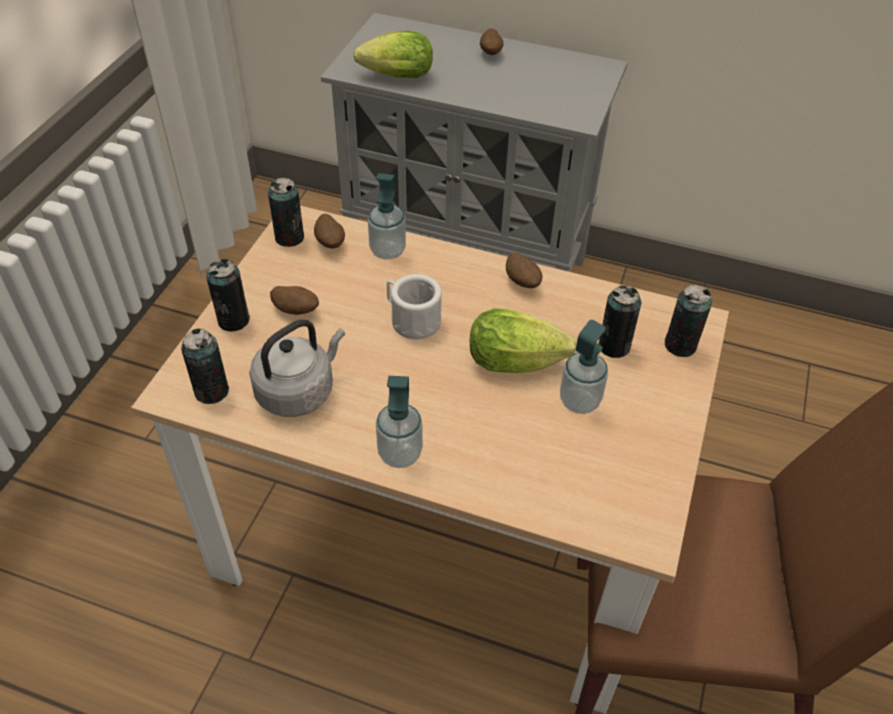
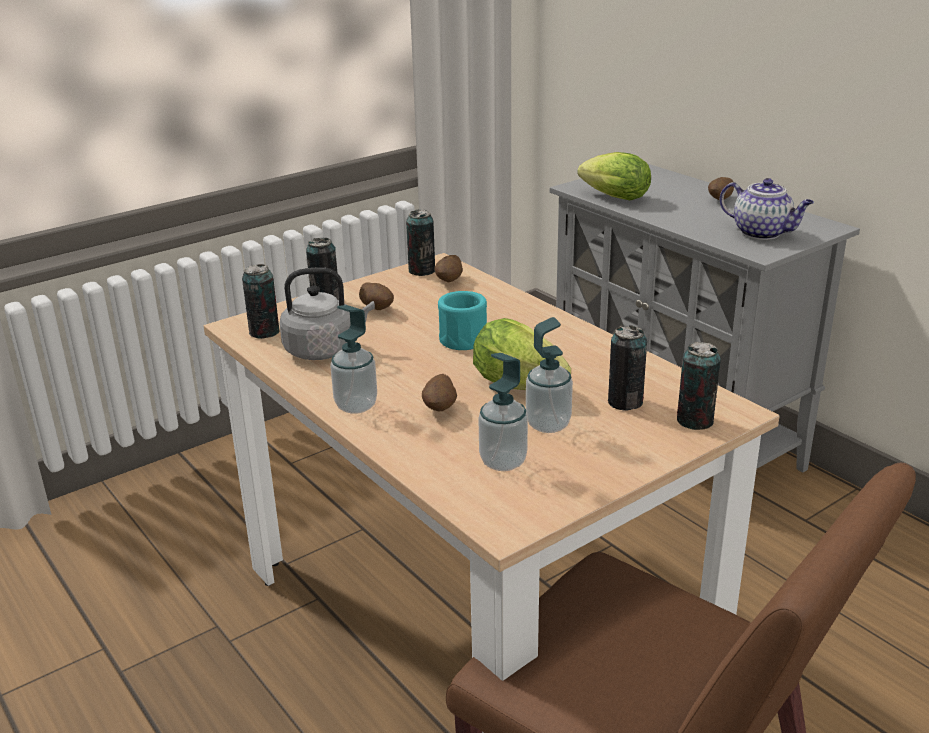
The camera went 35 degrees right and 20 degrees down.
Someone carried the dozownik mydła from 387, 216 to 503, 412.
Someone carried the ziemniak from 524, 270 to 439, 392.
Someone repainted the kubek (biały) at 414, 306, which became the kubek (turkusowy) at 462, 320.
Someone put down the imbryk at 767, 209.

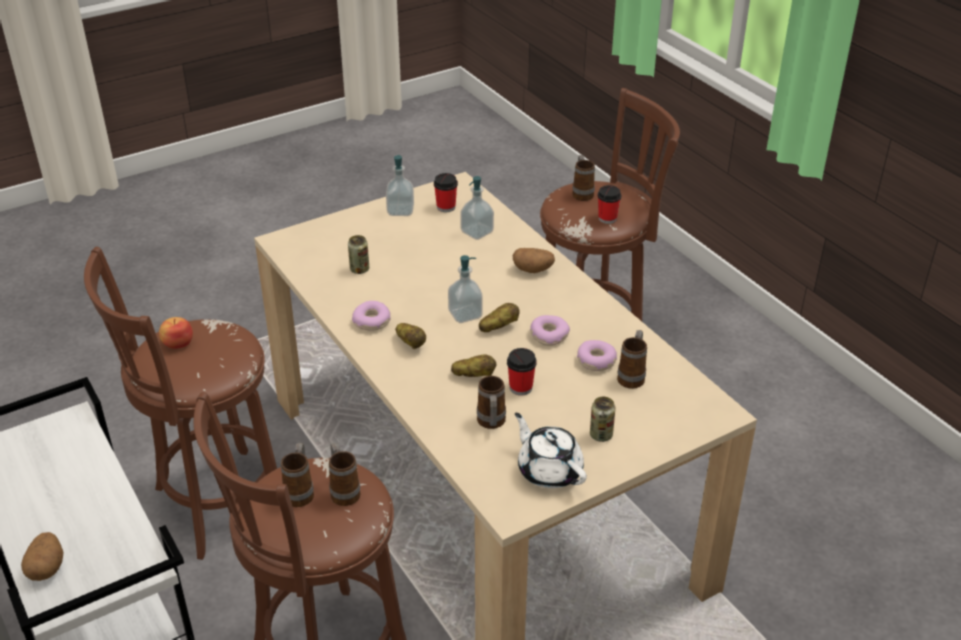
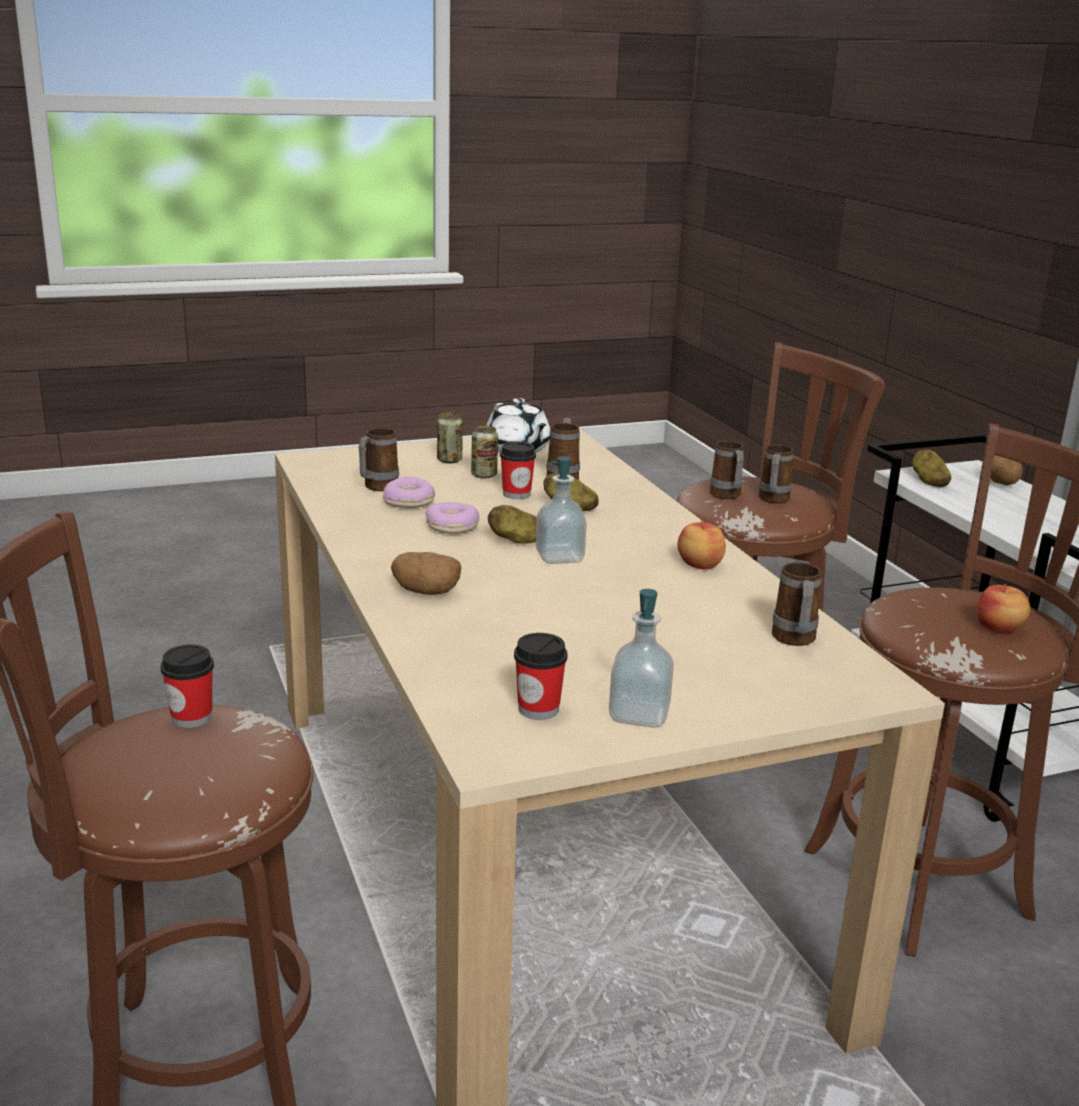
The camera went 170 degrees left and 15 degrees down.
Someone carried the kubek from 583, 178 to 797, 604.
Someone took away the dozownik mydła at 477, 208.
Someone carried the puszka from 358, 254 to 484, 452.
Someone swapped the donut at 371, 316 for the jabłko at 701, 545.
Someone carried the ziemniak from 410, 336 to 931, 468.

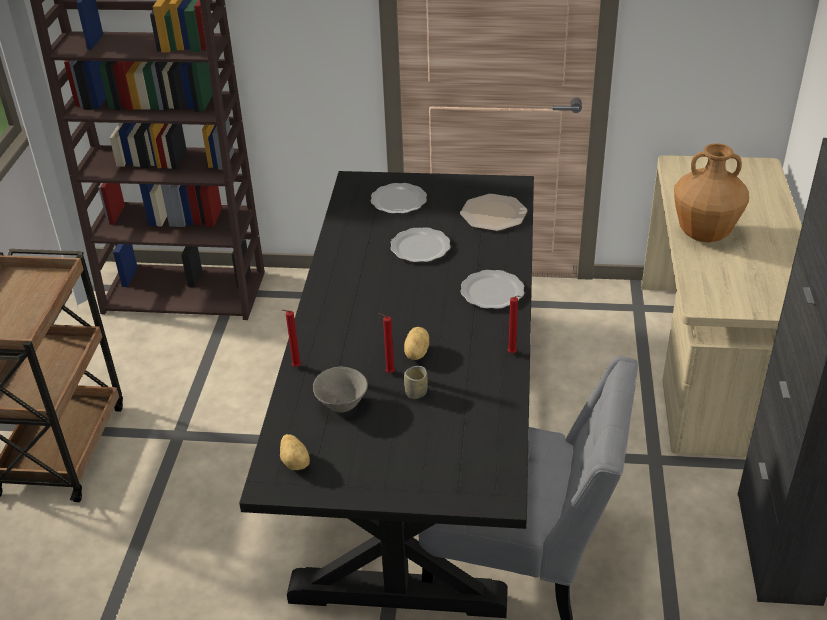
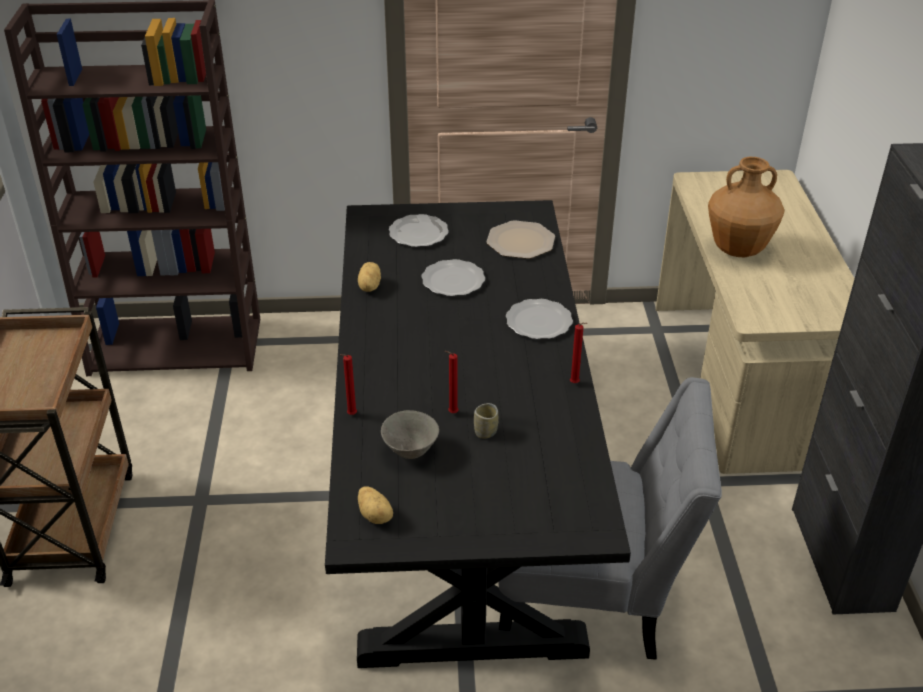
The camera went 10 degrees left and 0 degrees up.
Someone carried the ziemniak from 416, 343 to 369, 277.

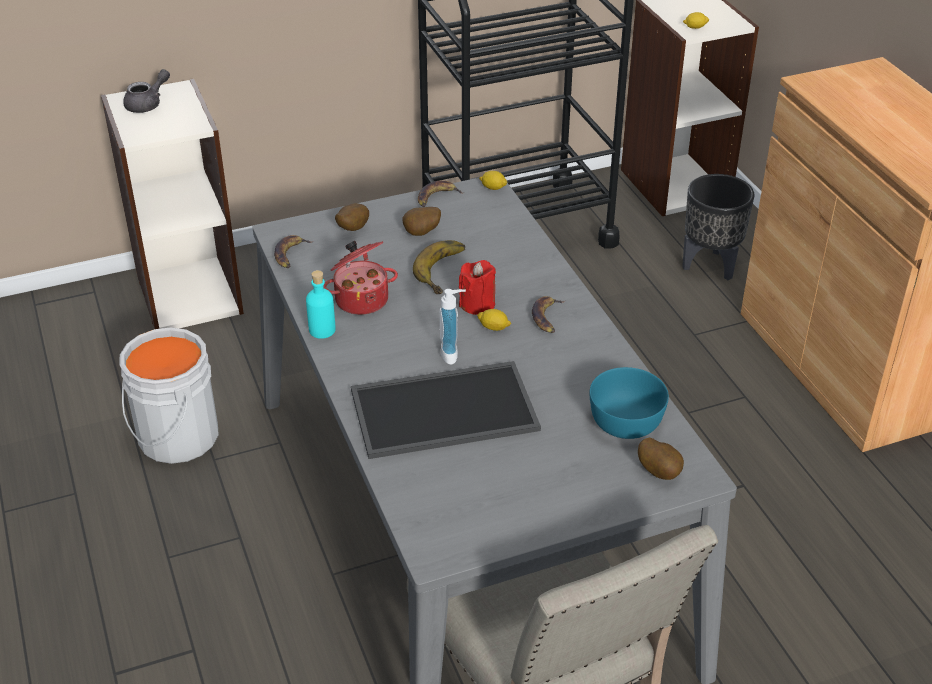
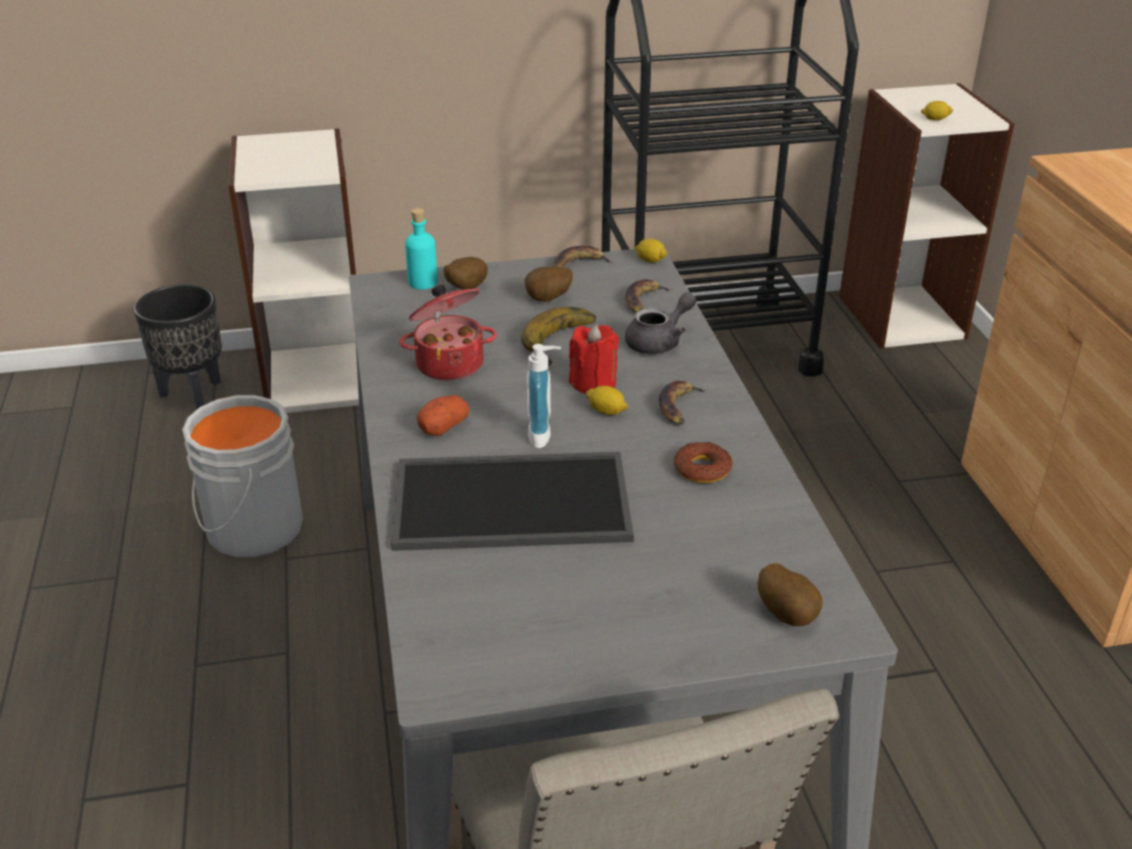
The camera went 10 degrees right and 5 degrees down.
Someone carried the imbryk (szary) from 146, 91 to 660, 323.
Someone carried the donica (czarny) from 718, 227 to 178, 347.
Someone carried the banan from 293, 251 to 648, 295.
Someone carried the butelka (turkusowy) from 321, 304 to 421, 249.
Someone took away the miska (turkusowy) at 629, 403.
Someone put down the ziemniak at 443, 415.
Someone put down the donut at 703, 462.

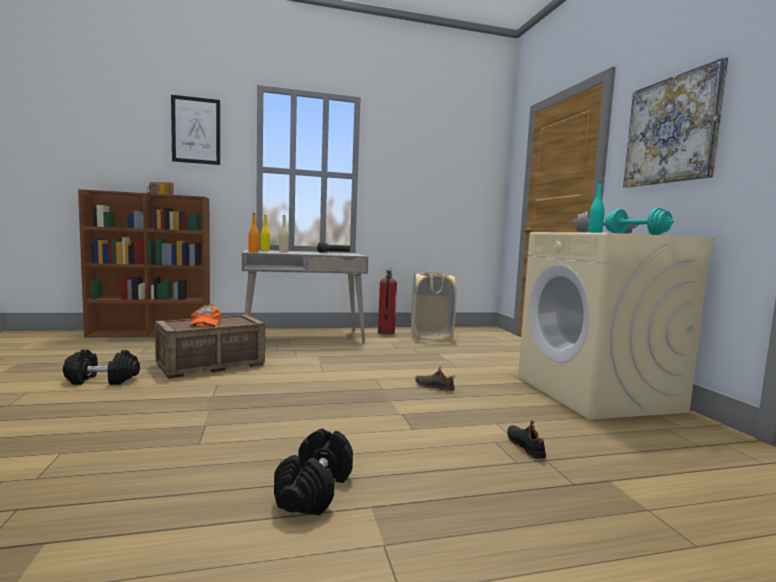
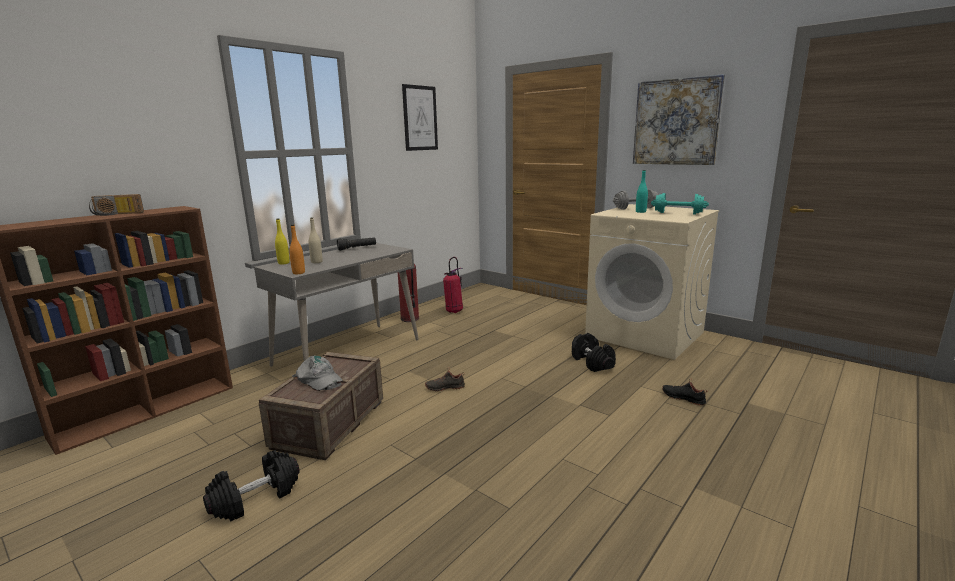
The camera went 35 degrees left and 10 degrees up.
Someone carried the obraz from 195, 130 to 420, 117.
Someone swapped the kosz na pranie (beżowy) at 434, 306 for the gaśnica at 453, 285.
Someone repainted the czapka z daszkiem (pomarańczowy) at 205, 315, which became the czapka z daszkiem (szary) at 317, 373.
Someone carried the but (czarny) from 435, 379 to 445, 380.
Someone carried the hantel (czarny) from 313, 472 to 594, 352.

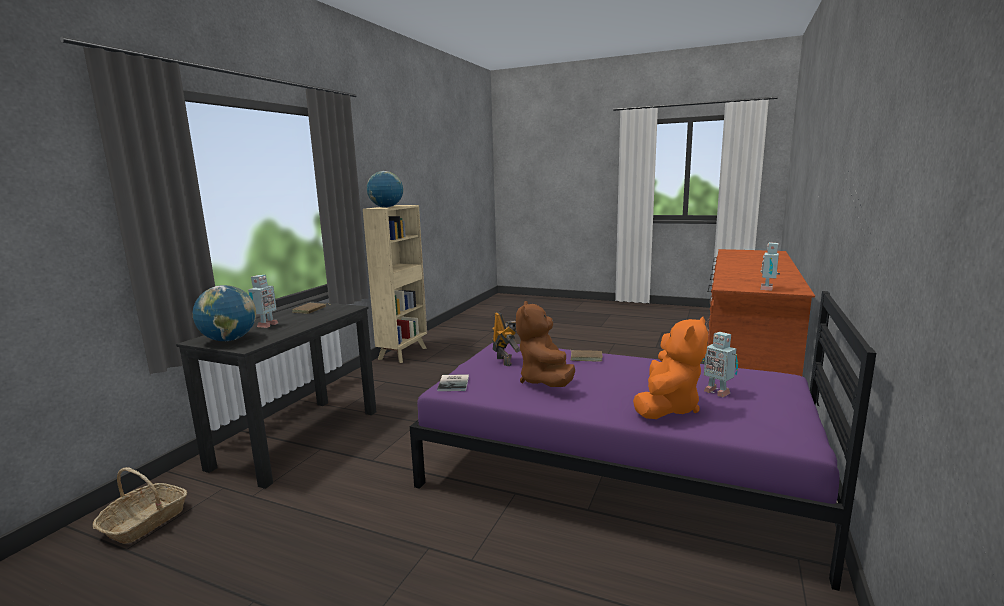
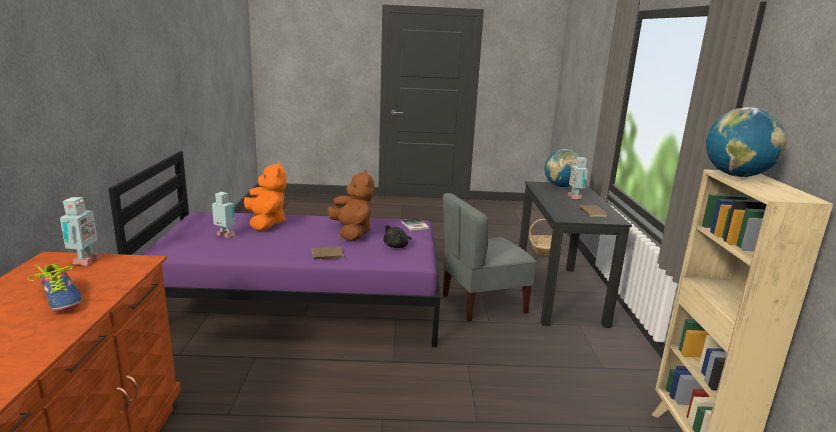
The camera went 155 degrees right and 5 degrees up.
Someone swapped the robot zabawkowy at 506, 339 for the pluszak (czarny) at 397, 236.
Someone rotated the pluszak (pomarańczowy) at 670, 368 by 150 degrees clockwise.
Someone put down the krzesło (szary) at 489, 257.
Someone put down the but at 55, 288.

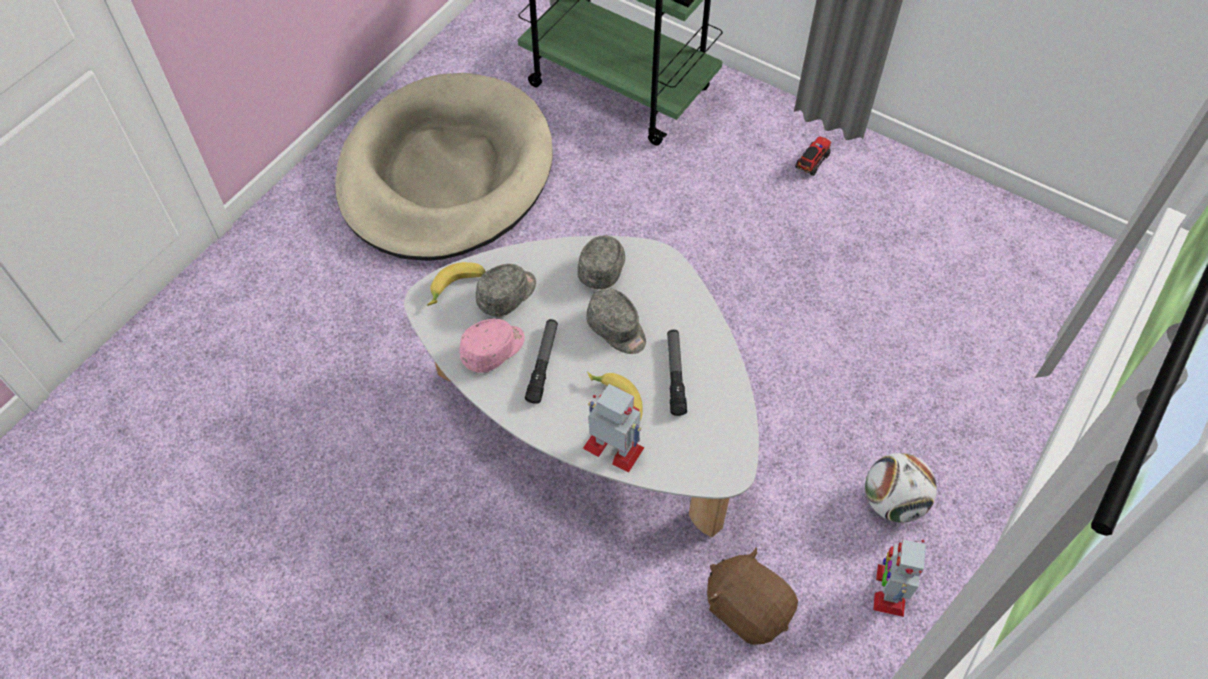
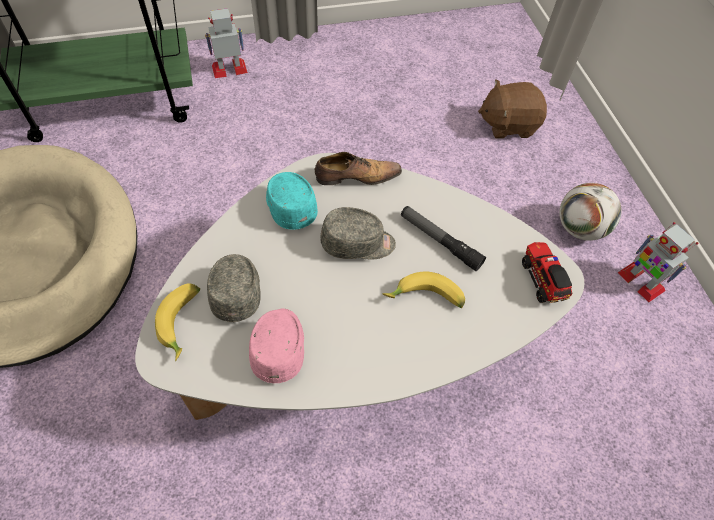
The camera went 50 degrees left and 0 degrees up.
Someone carried the ciężarówka zabawkowa from 813, 156 to 547, 272.
Someone repainted the czapka z daszkiem (szary) at 601, 262, which became the czapka z daszkiem (turkusowy) at 292, 201.
Someone took away the latarka at 541, 361.
Someone carried the robot zabawkowy from 613, 428 to 226, 43.
Someone carried the pluszak (brązowy) from 752, 596 to 512, 109.
Someone put down the but at 358, 168.

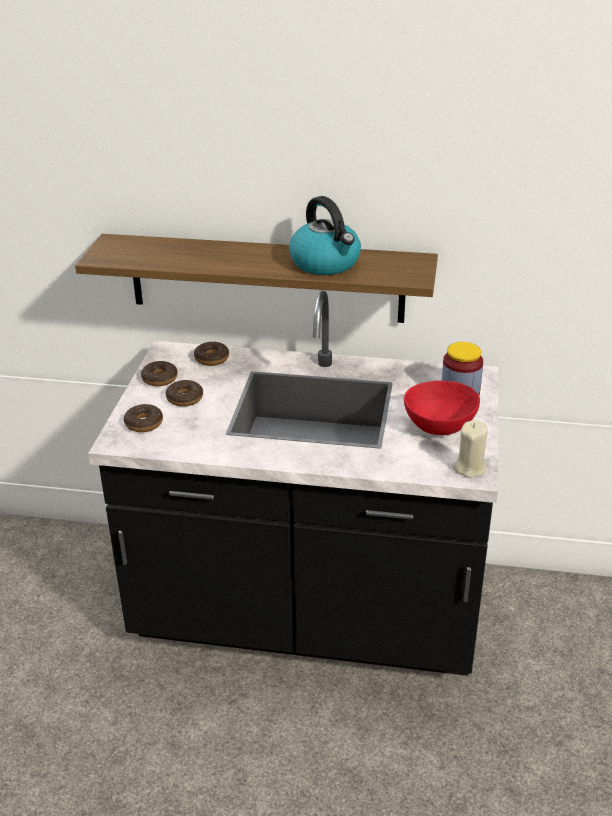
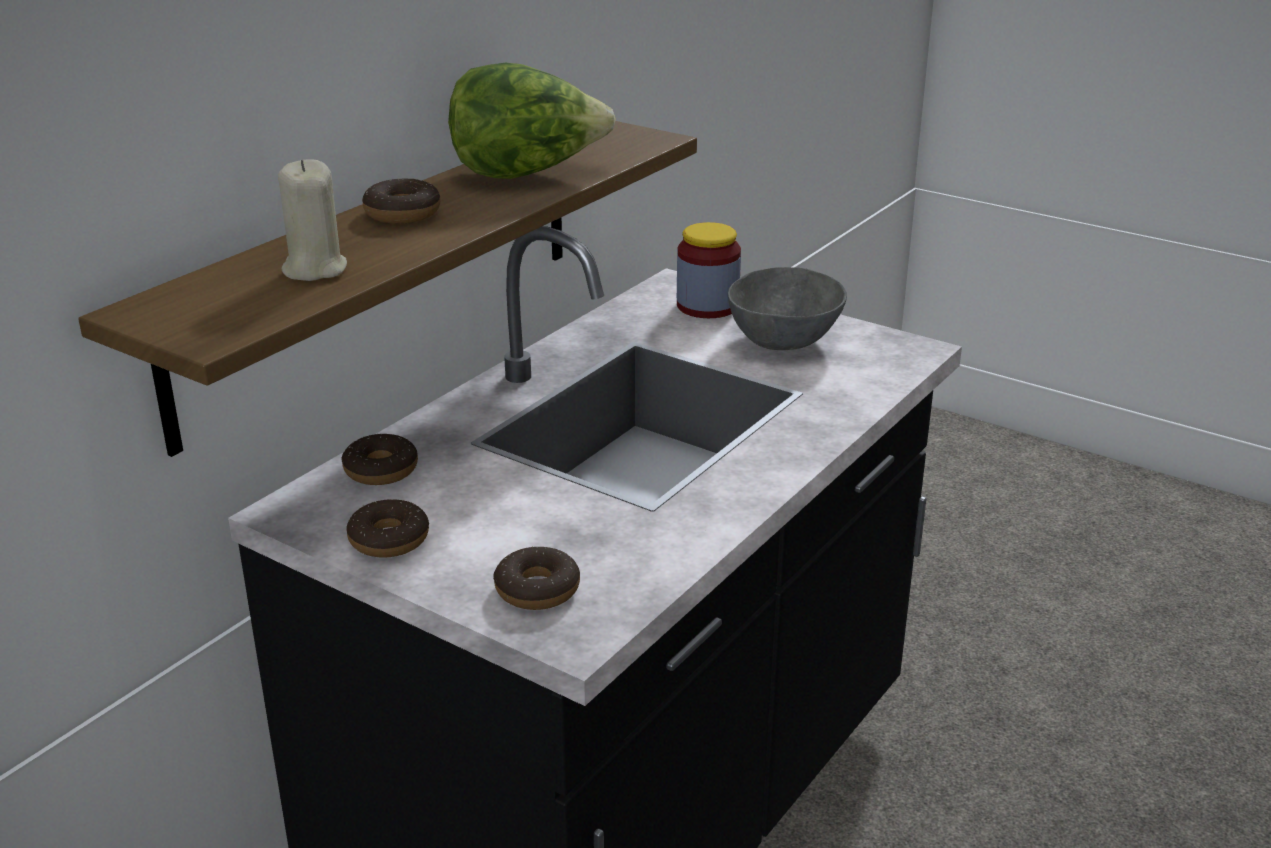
The camera went 65 degrees left and 5 degrees down.
Someone swapped the czajnik at 325, 235 for the sałata at 532, 121.
Someone carried the donut from 184, 393 to 401, 201.
Someone repainted the miska (czerwony) at 442, 408, which became the miska (szary) at 787, 308.
Someone carried the świeca (beżowy) from 470, 449 to 312, 220.

